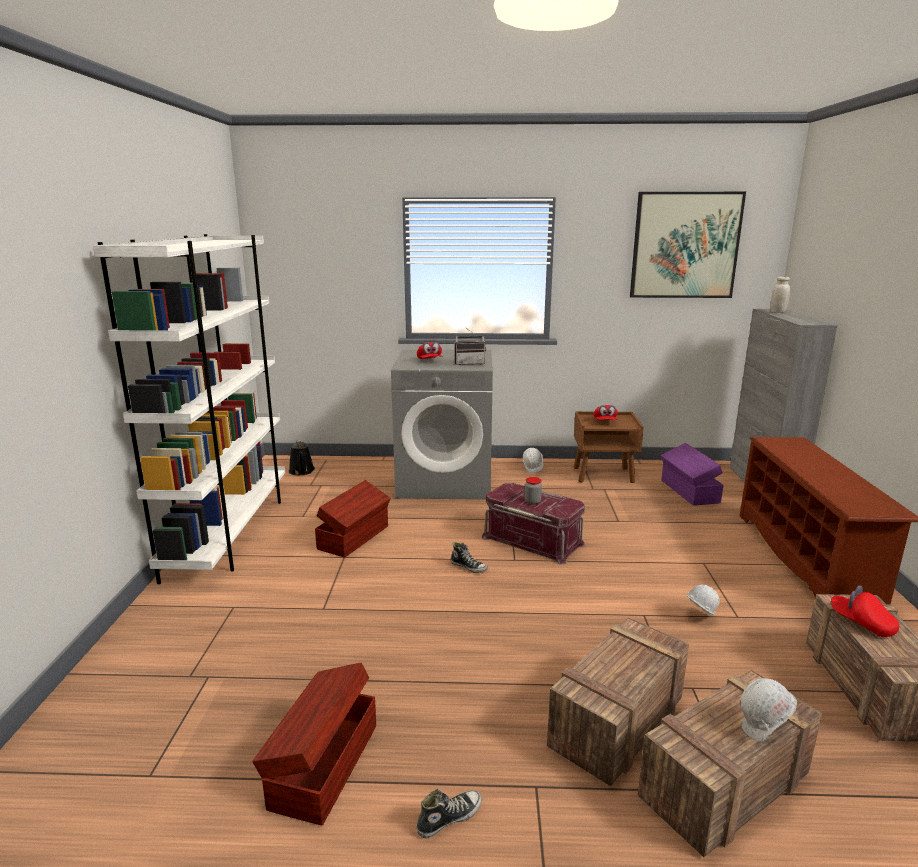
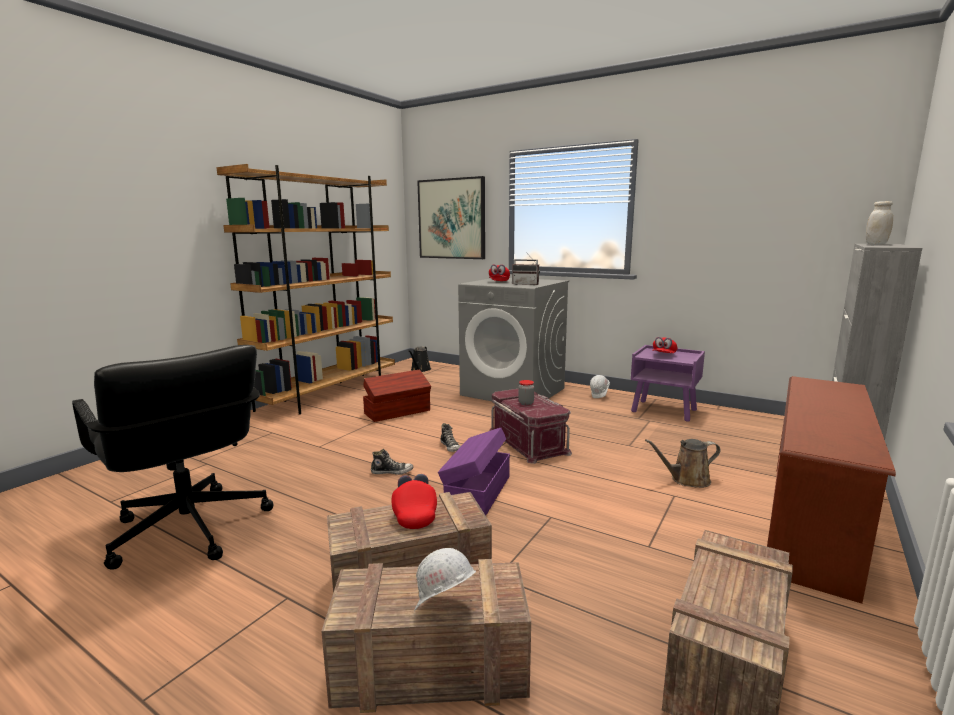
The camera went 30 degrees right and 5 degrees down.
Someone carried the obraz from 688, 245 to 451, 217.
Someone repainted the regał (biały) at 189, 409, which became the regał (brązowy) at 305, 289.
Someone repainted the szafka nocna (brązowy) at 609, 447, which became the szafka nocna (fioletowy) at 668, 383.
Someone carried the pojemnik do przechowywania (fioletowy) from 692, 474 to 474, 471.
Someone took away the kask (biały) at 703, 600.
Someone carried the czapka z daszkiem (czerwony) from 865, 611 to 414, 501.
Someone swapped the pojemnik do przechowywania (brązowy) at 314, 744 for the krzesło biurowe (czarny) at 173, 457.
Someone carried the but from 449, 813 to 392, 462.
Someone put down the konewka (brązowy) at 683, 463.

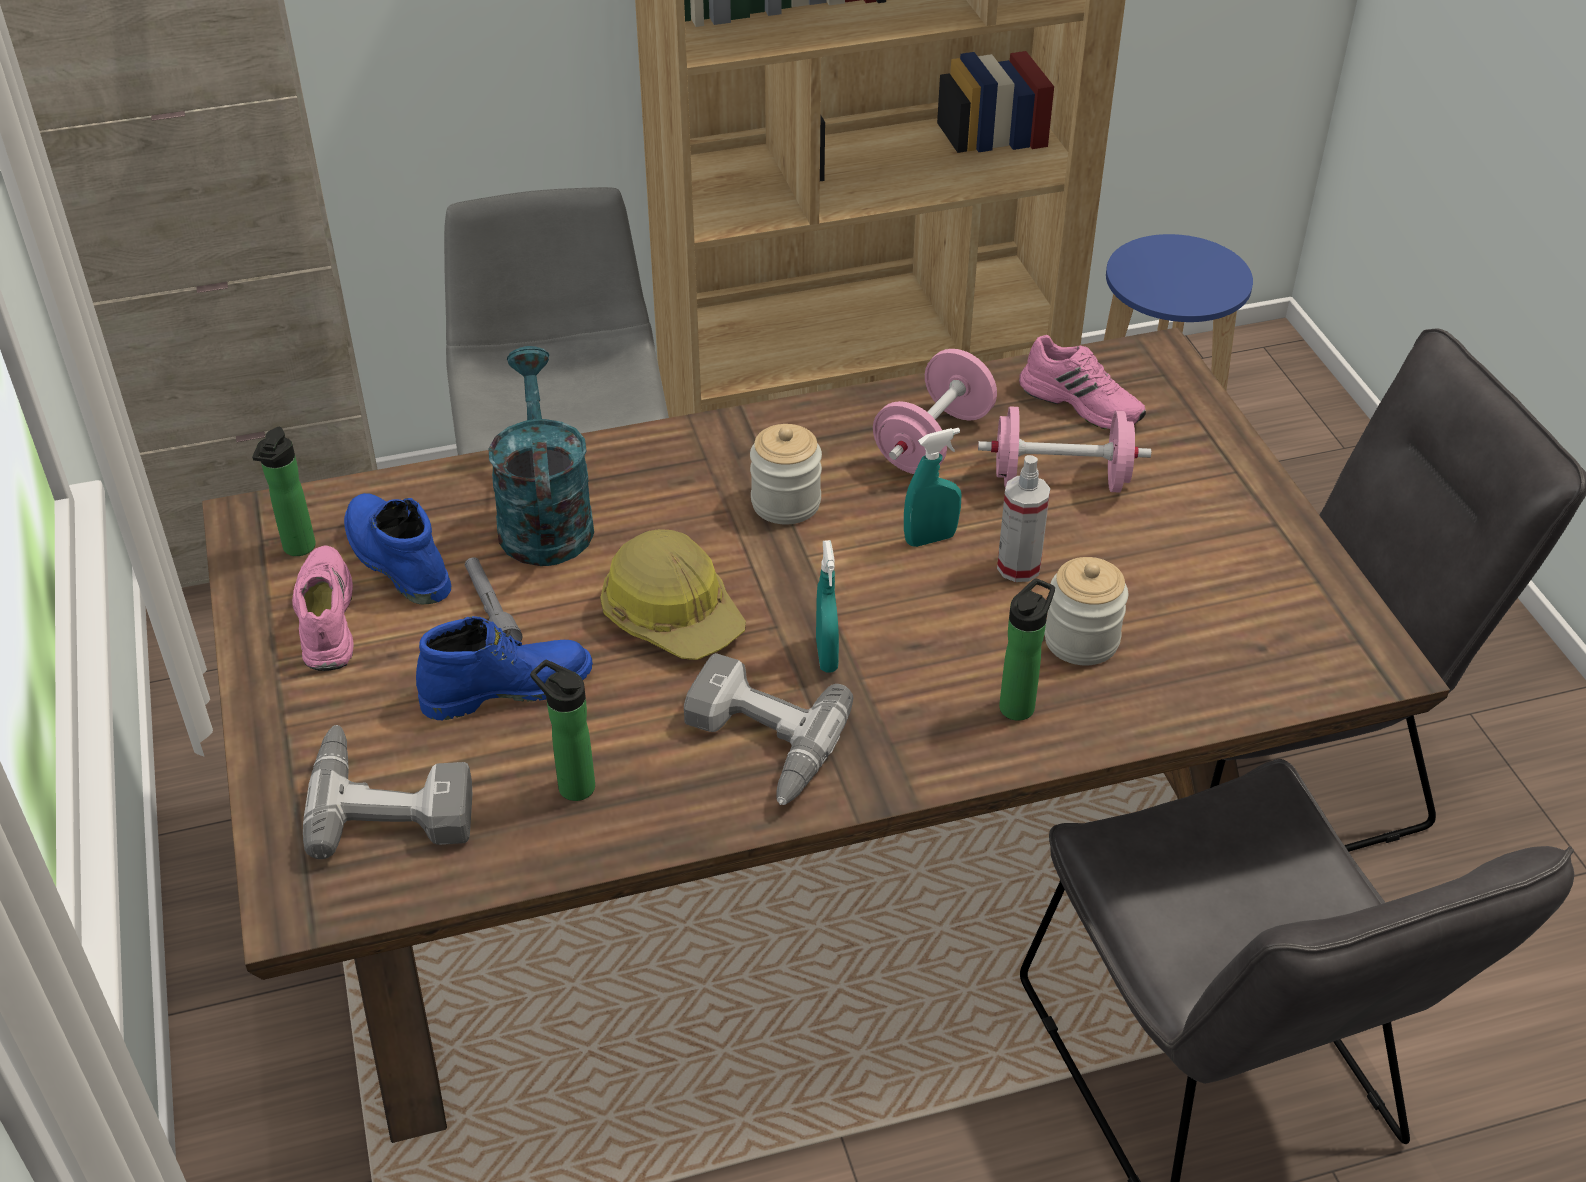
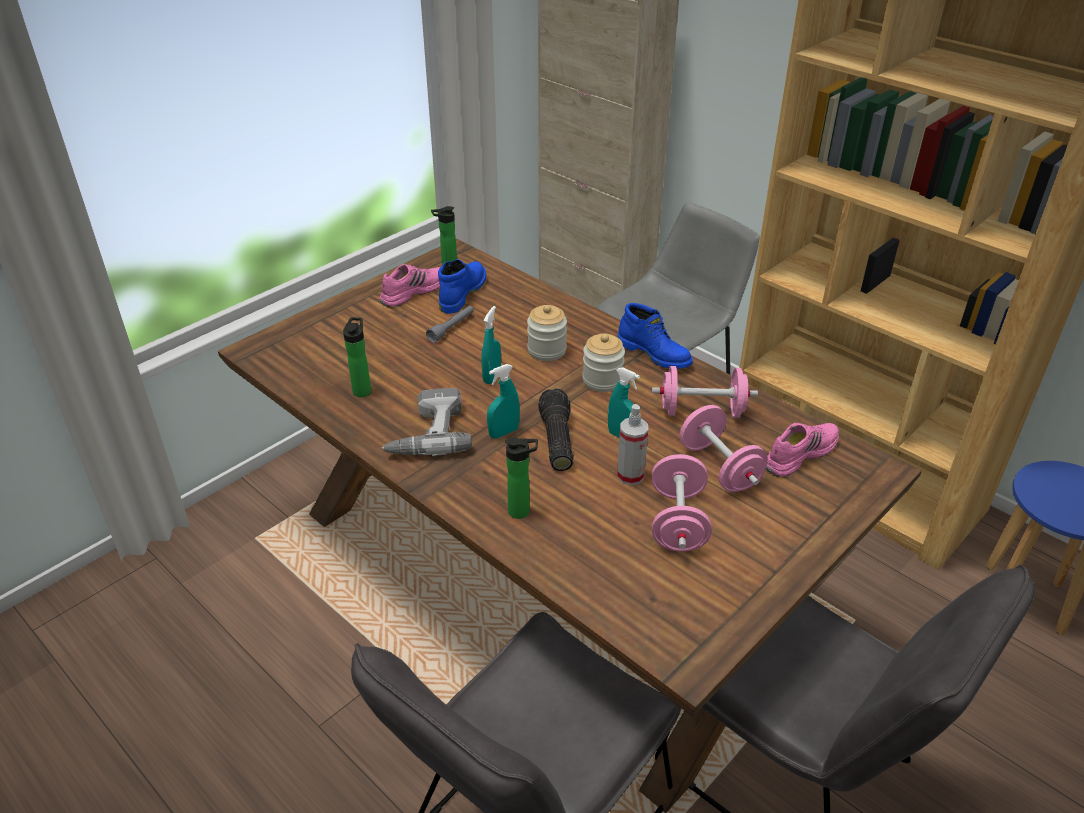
The camera went 60 degrees right and 5 degrees down.
Someone rotated the but (różowy) at 1082, 382 by 135 degrees counterclockwise.
Someone took away the konewka (turkusowy) at 541, 456.
Someone swapped the kask at 673, 594 for the spryskiwacz (turkusowy) at 491, 345.
Someone carried the słoik from 1086, 611 to 547, 333.
Someone carried the but z cholewką (niebieski) from 504, 668 to 655, 336.
Someone took away the wiertarka at 387, 792.
Someone put down the latarka at 555, 429.
Someone put down the hantel (różowy) at 682, 503.

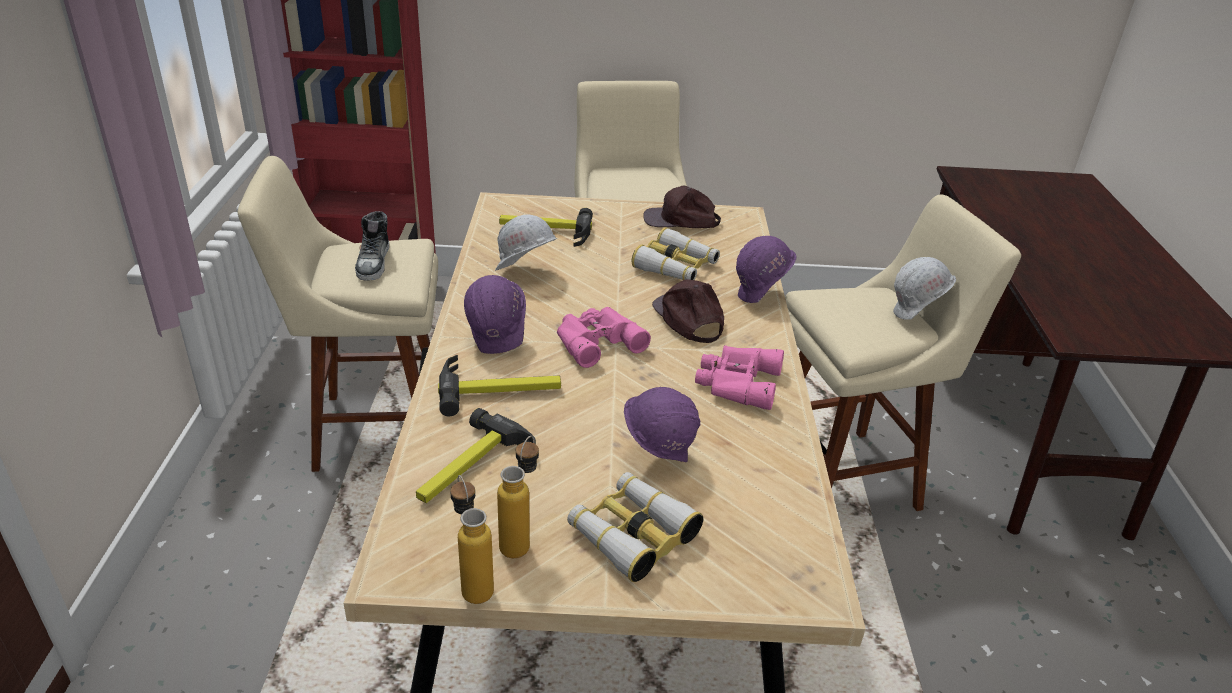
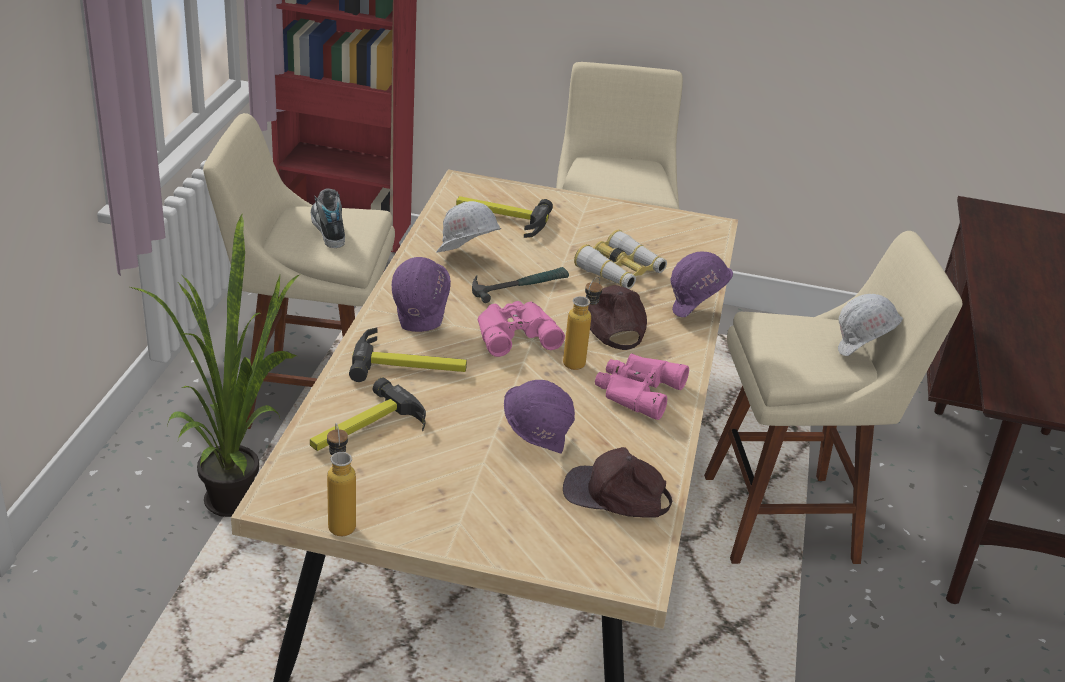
The camera went 10 degrees right and 0 degrees up.
Someone carried the czapka z daszkiem (brązowy) from 682, 207 to 617, 482.
Someone rotated the but at 372, 246 by 150 degrees clockwise.
Someone carried the butelka from 518, 497 to 583, 323.
Someone took away the lornetka at 635, 527.
Someone put down the roślina doniczkowa at 213, 366.
Someone put down the młotek at 520, 285.

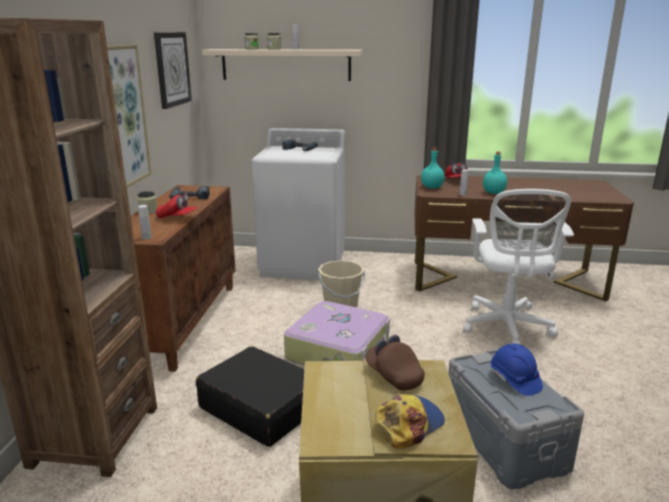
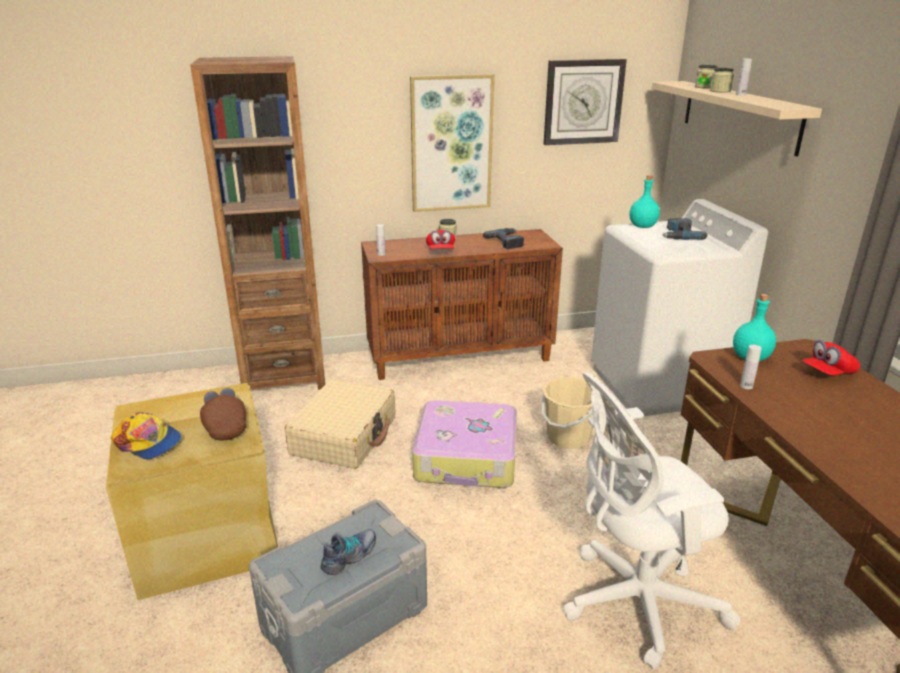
The camera went 70 degrees right and 5 degrees up.
Someone carried the butelka (turkusowy) from 495, 173 to 645, 201.
Someone rotated the czapka z daszkiem (brązowy) at 395, 363 by 60 degrees counterclockwise.
Someone swapped the kask (niebieski) at 516, 370 for the but at 348, 552.
Someone repainted the walizka (czarny) at 250, 396, which became the walizka (beżowy) at 340, 424.

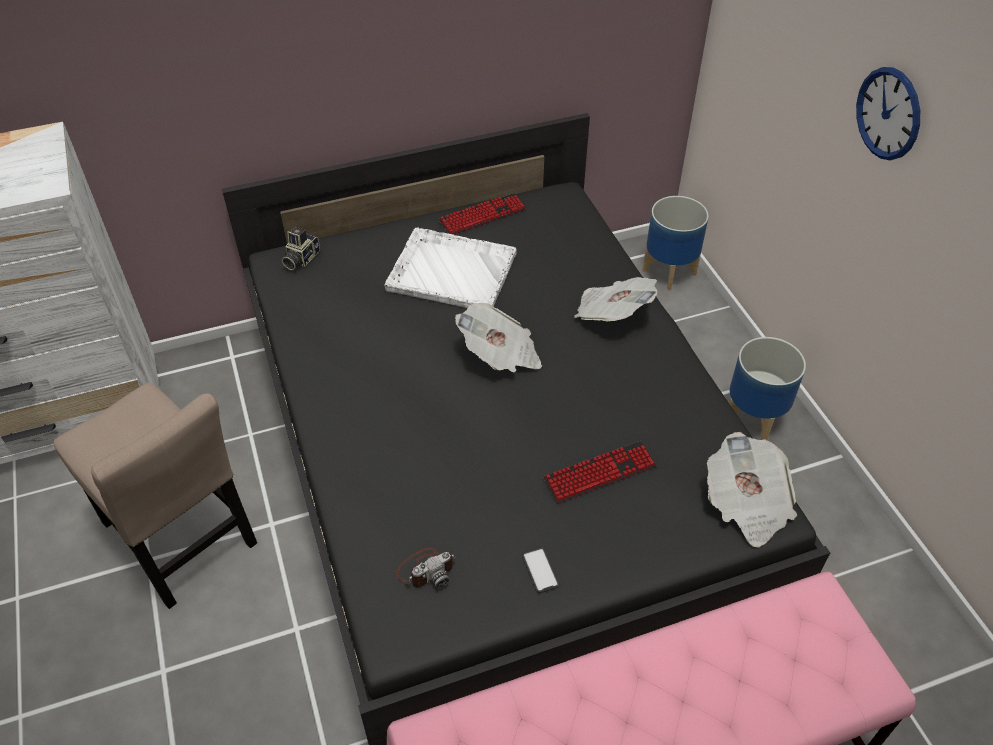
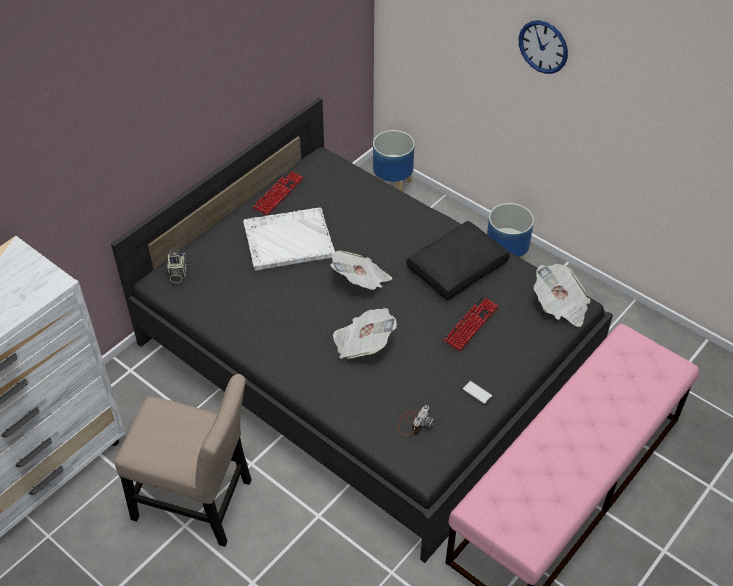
The camera went 30 degrees left and 0 degrees up.
Someone carried the gazeta from 615, 299 to 365, 333.
Someone put down the poduszka (czarny) at 458, 261.

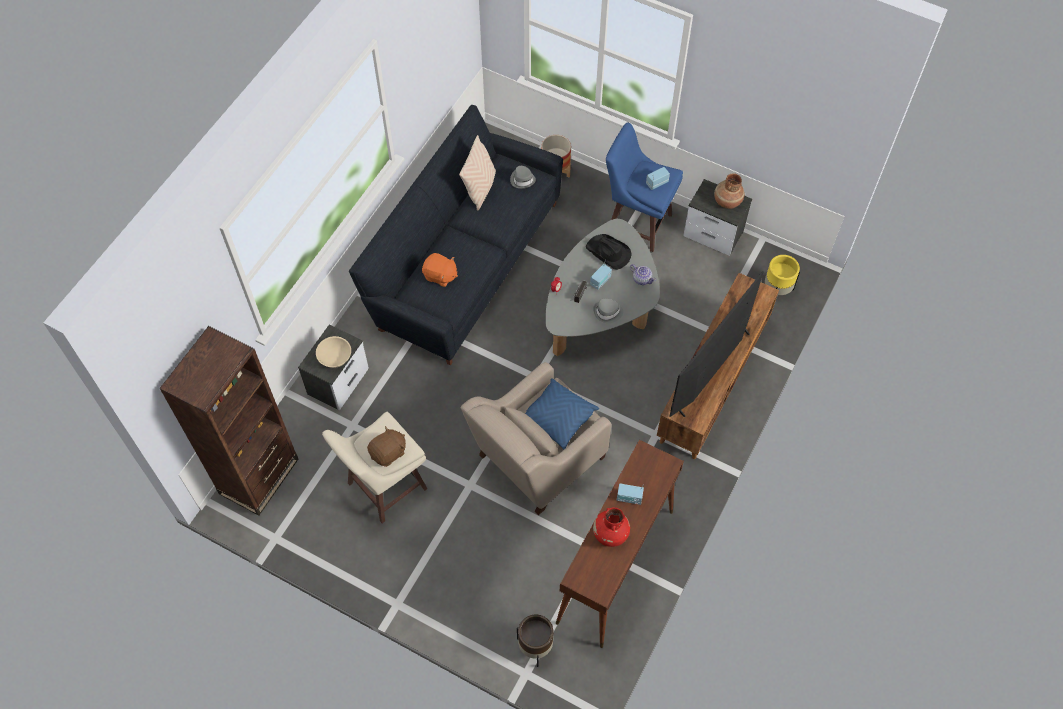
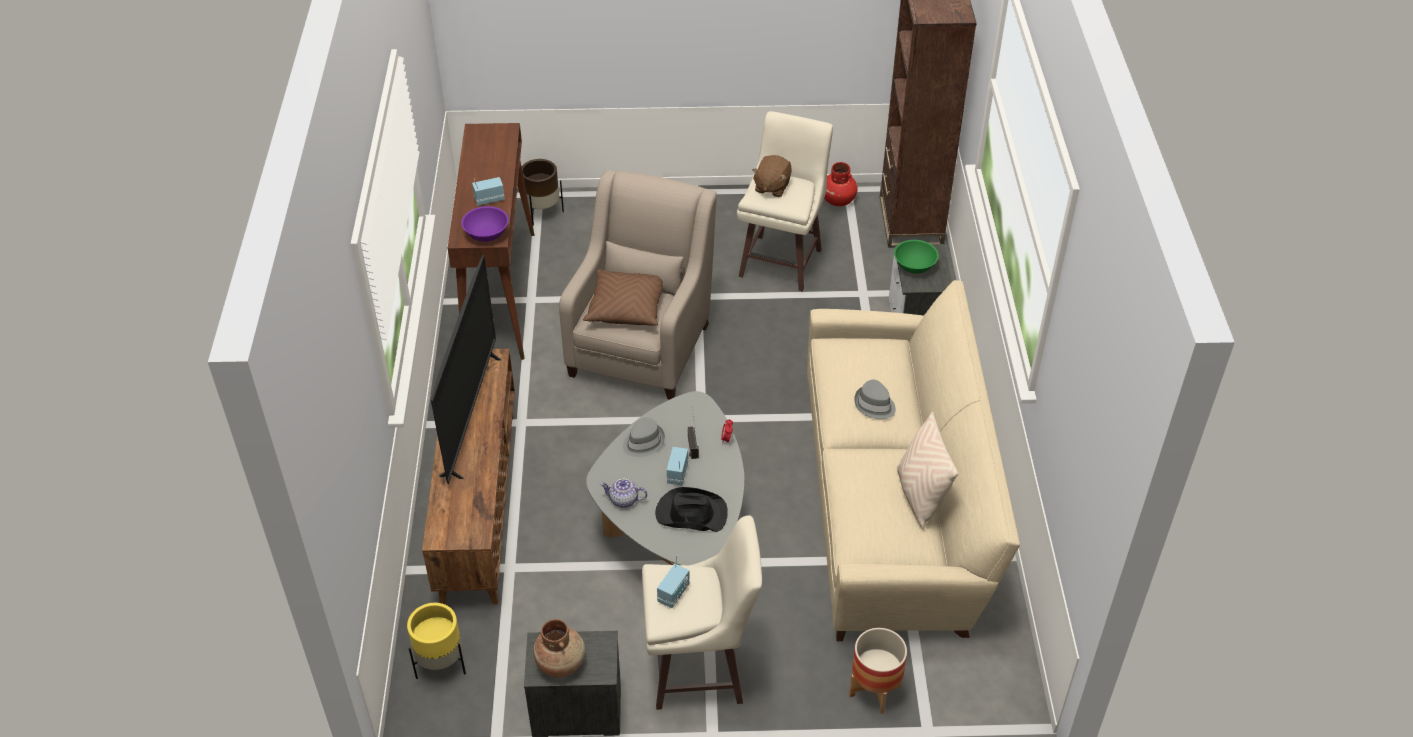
The camera went 150 degrees right and 15 degrees down.
Someone repainted the kanapa (czarny) at 456, 235, which became the kanapa (beżowy) at 913, 460.
Someone repainted the stołek (niebieski) at 644, 187, which became the stołek (beżowy) at 702, 612.
Someone carried the kapelusz (szary) from 523, 177 to 875, 399.
Someone took away the pluszak (pomarańczowy) at 440, 270.
Someone repainted the miska (beżowy) at 333, 352, which became the miska (zielony) at 916, 257.
Someone repainted the poduszka (niebieski) at 562, 414, which became the poduszka (brązowy) at 623, 297.
Someone carried the wazon (czerwony) from 611, 527 to 840, 184.
Someone put down the miska (fioletowy) at 485, 224.

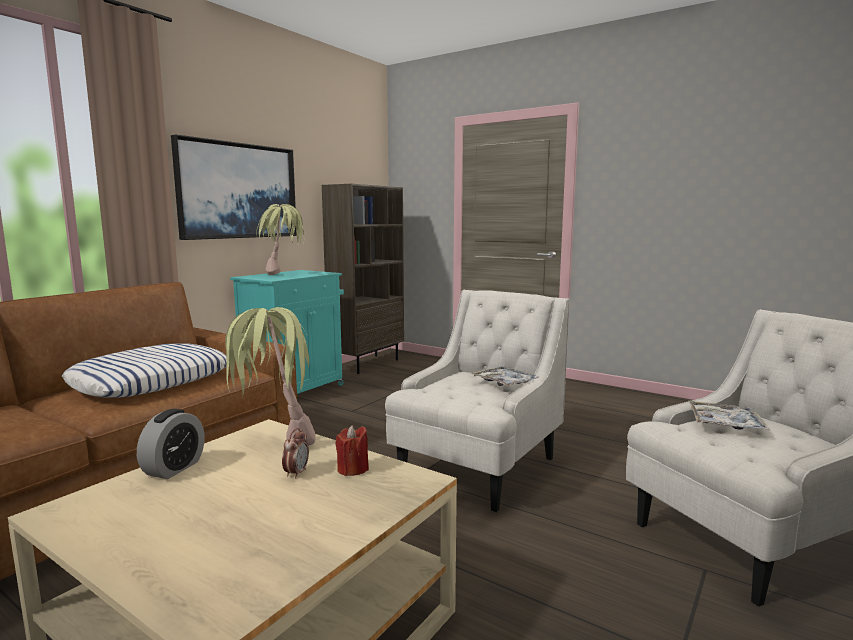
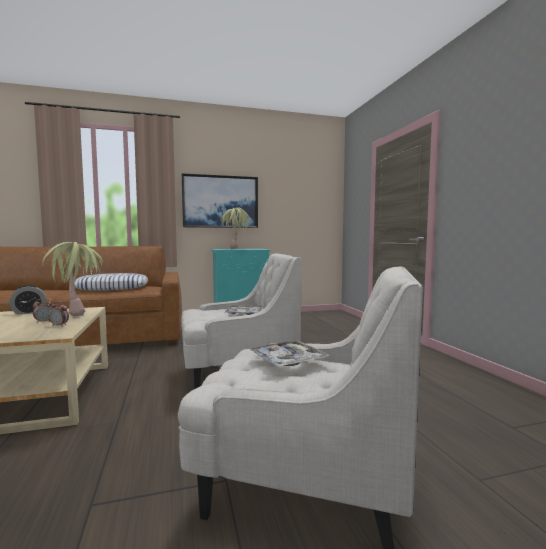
The camera went 40 degrees right and 5 degrees down.
Someone took away the regał (brązowy) at 363, 279.
Someone swapped the świeca (czerwony) at 352, 450 for the budzik at 59, 314.

